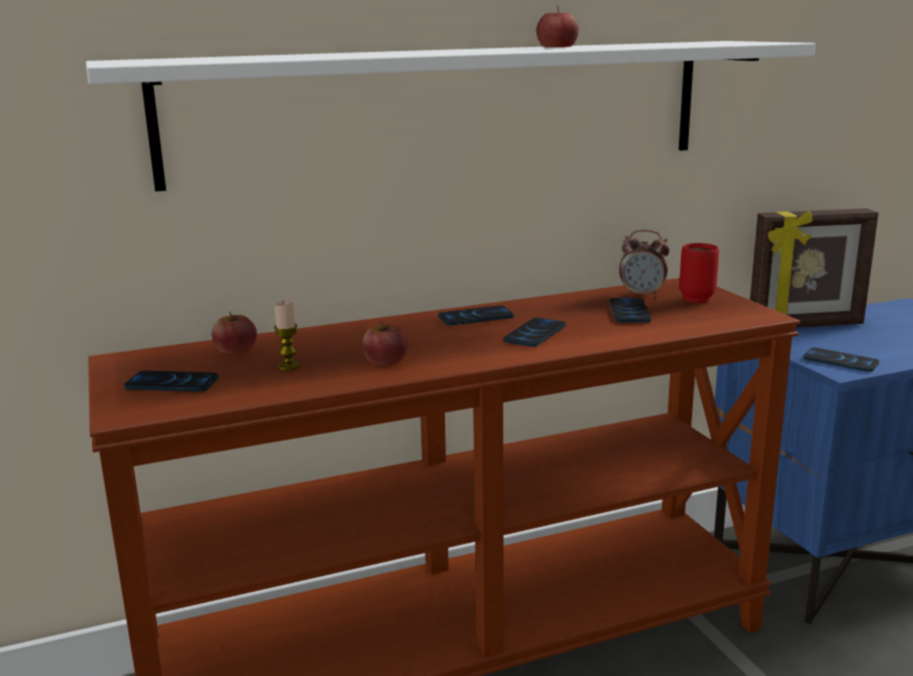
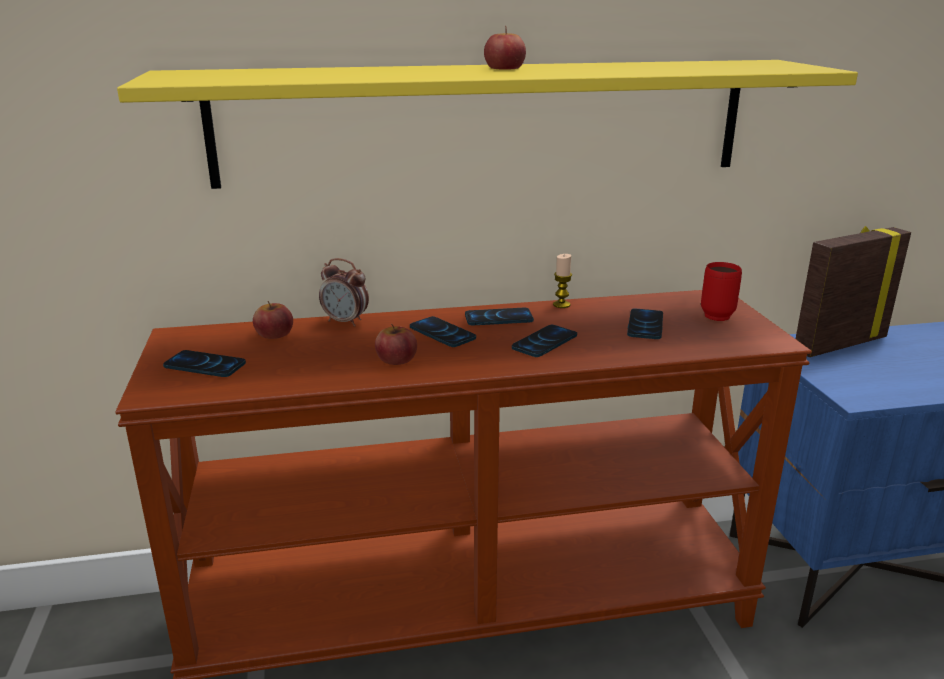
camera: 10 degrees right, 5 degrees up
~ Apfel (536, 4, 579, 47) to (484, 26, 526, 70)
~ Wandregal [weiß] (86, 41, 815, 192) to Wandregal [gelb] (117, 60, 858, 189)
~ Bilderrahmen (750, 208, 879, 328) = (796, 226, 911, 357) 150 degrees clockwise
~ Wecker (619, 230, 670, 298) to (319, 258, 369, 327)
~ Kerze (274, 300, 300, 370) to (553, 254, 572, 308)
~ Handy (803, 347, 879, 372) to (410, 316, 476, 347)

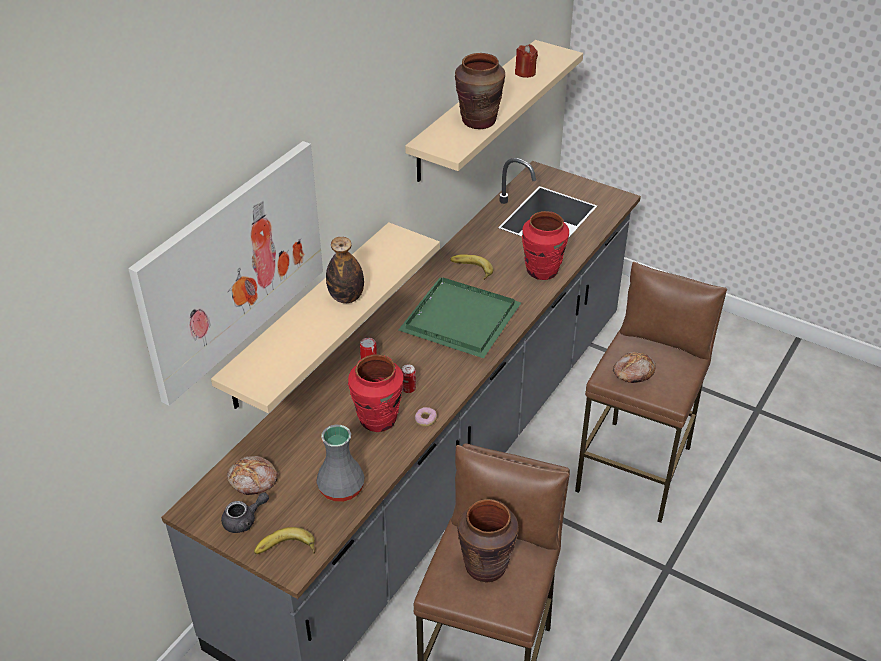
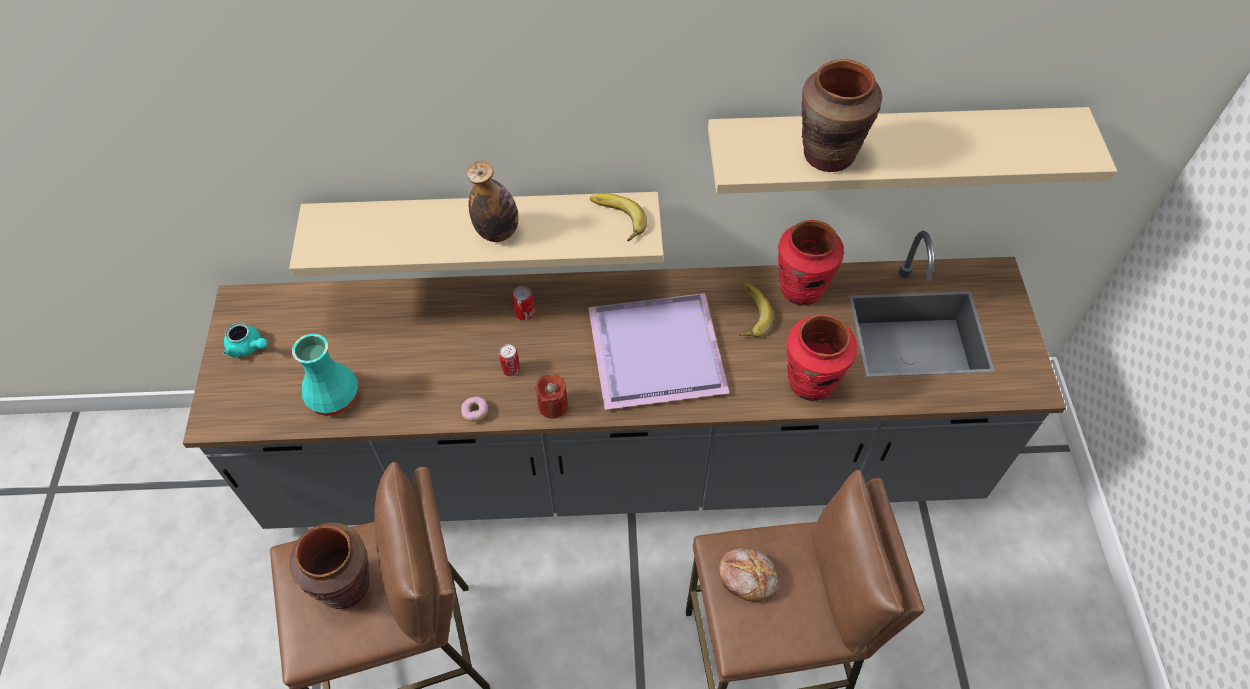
camera: 55 degrees right, 15 degrees up
~ Kerze [rot] (515, 44, 538, 78) to (535, 375, 568, 418)
- Bild (128, 141, 323, 406)
~ Tablett [grün] (399, 277, 522, 358) to Tablett [lila] (588, 293, 729, 410)
~ Vase [rot] (348, 354, 404, 432) to (778, 220, 844, 306)
~ Vase [grau] (316, 425, 365, 502) to Vase [türkis] (292, 333, 358, 416)
- Brot (227, 456, 278, 495)
~ Teekanne [grau] (221, 492, 269, 533) to Teekanne [türkis] (224, 322, 268, 358)
~ Banane (254, 527, 315, 554) to (590, 193, 647, 241)

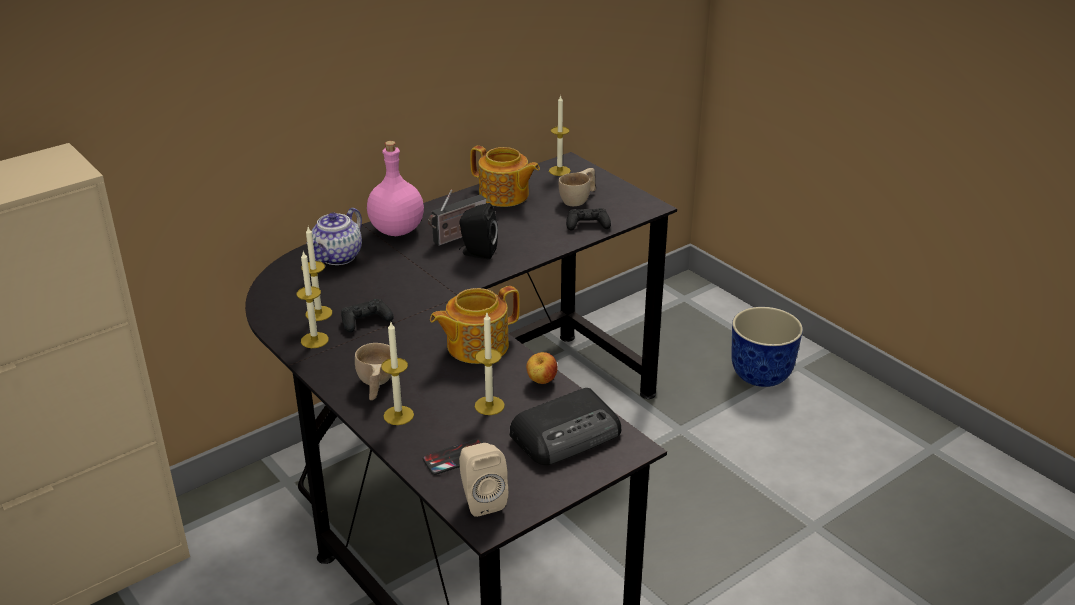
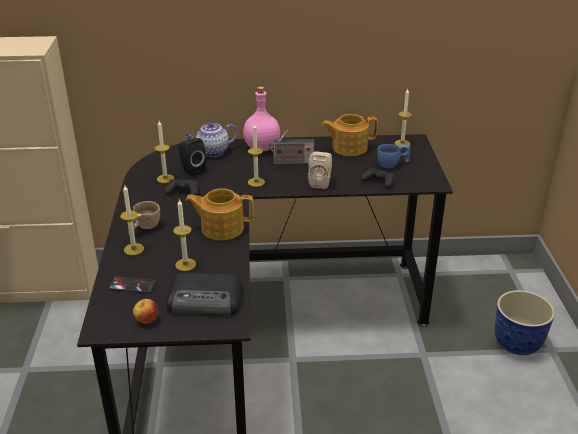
camera: 35 degrees right, 0 degrees up
~ Teekanne (470, 146, 540, 207) = (322, 114, 378, 156) 105 degrees clockwise
~ Tasse [beige] (559, 168, 596, 206) to Tasse [blau] (377, 144, 410, 168)
~ Lautsprecher [schwarz] (459, 203, 498, 260) to (178, 138, 206, 176)
~ Kerze (297, 251, 329, 348) to (248, 124, 265, 187)
~ Apfel (526, 352, 558, 384) to (133, 299, 158, 324)
~ Lautsprecher [beige] (459, 443, 508, 517) to (308, 151, 332, 189)

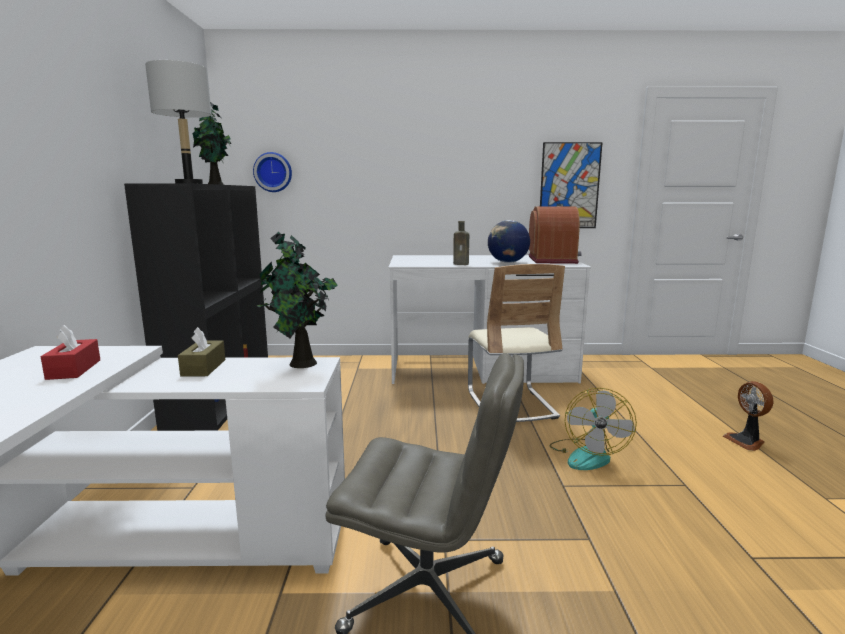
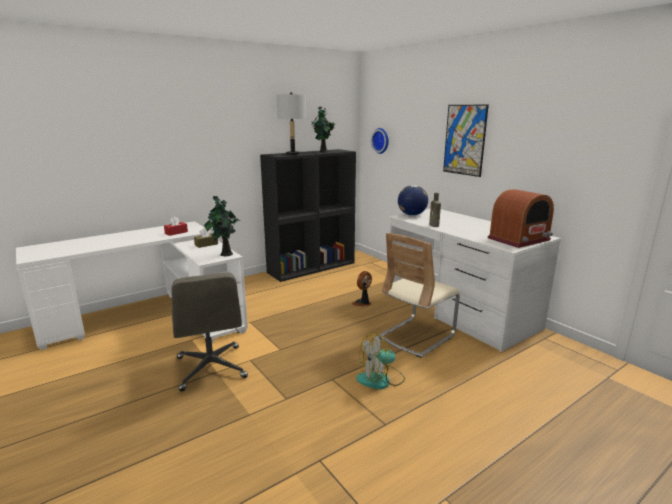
camera: 55 degrees right, 5 degrees up
~ Bild (540, 142, 603, 228) to (443, 105, 489, 177)
~ Globus (488, 220, 530, 263) to (398, 185, 428, 216)
~ Ventilator (723, 381, 774, 451) to (352, 271, 372, 306)

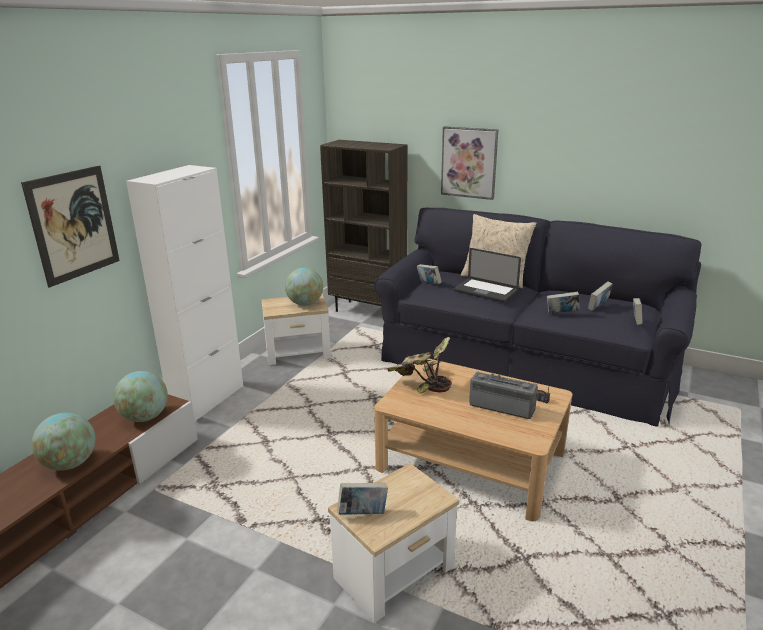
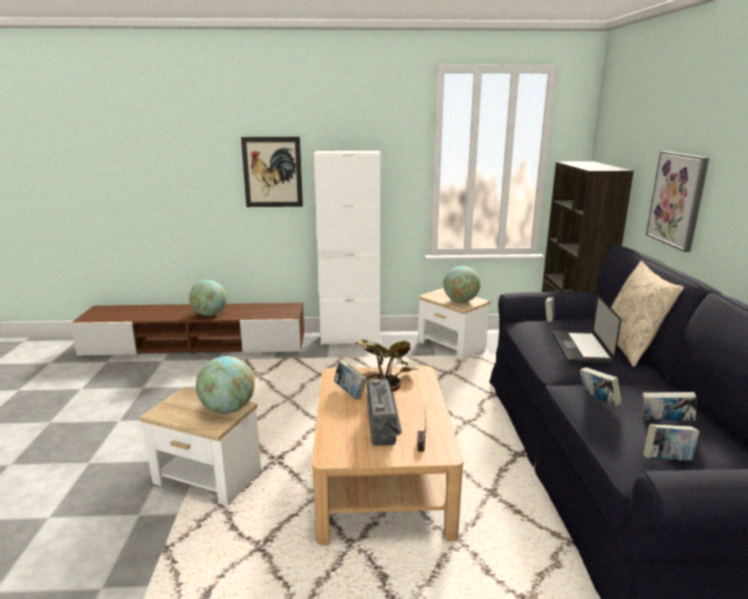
camera: 60 degrees right, 5 degrees down
~ Globus (113, 371, 168, 422) to (196, 356, 255, 414)
~ Buch (337, 483, 388, 515) to (333, 360, 367, 400)

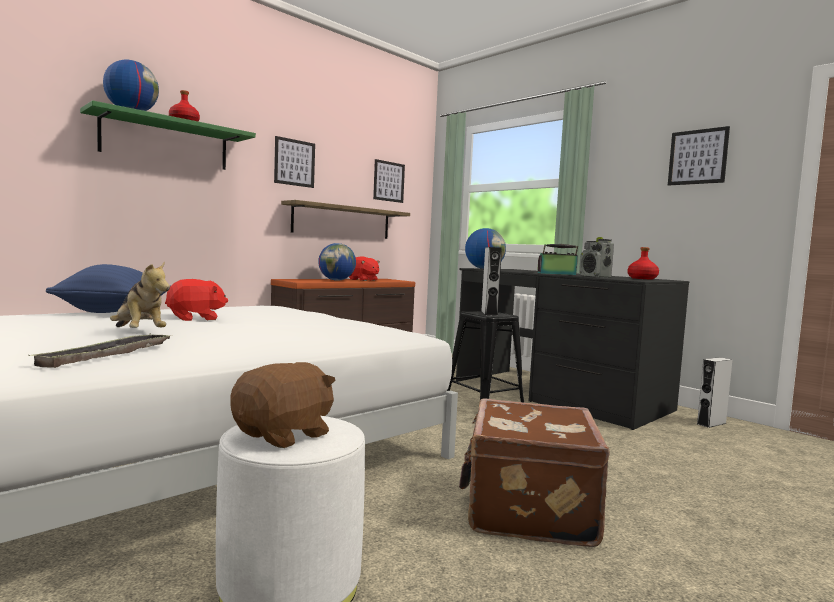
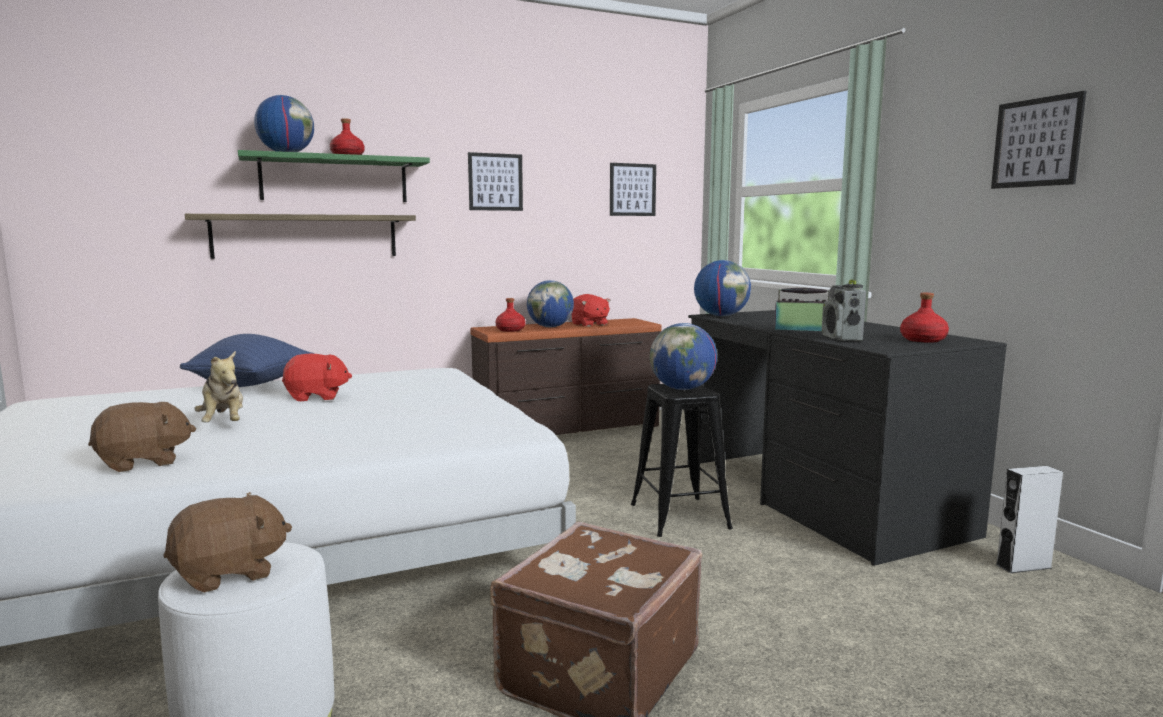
camera: 20 degrees right, 5 degrees up
~ Wandregal (281, 200, 410, 239) to (185, 214, 416, 259)
~ Lautsprecher [grau] (482, 247, 502, 316) to Globus (650, 323, 717, 390)
~ Tablett (28, 333, 172, 368) to Plüschtier [braun] (88, 402, 196, 472)
+ Flasche [rot] (495, 298, 525, 332)

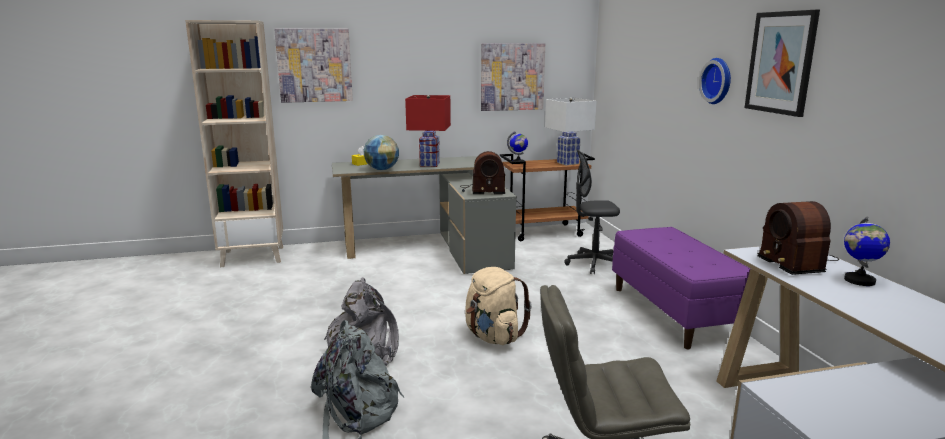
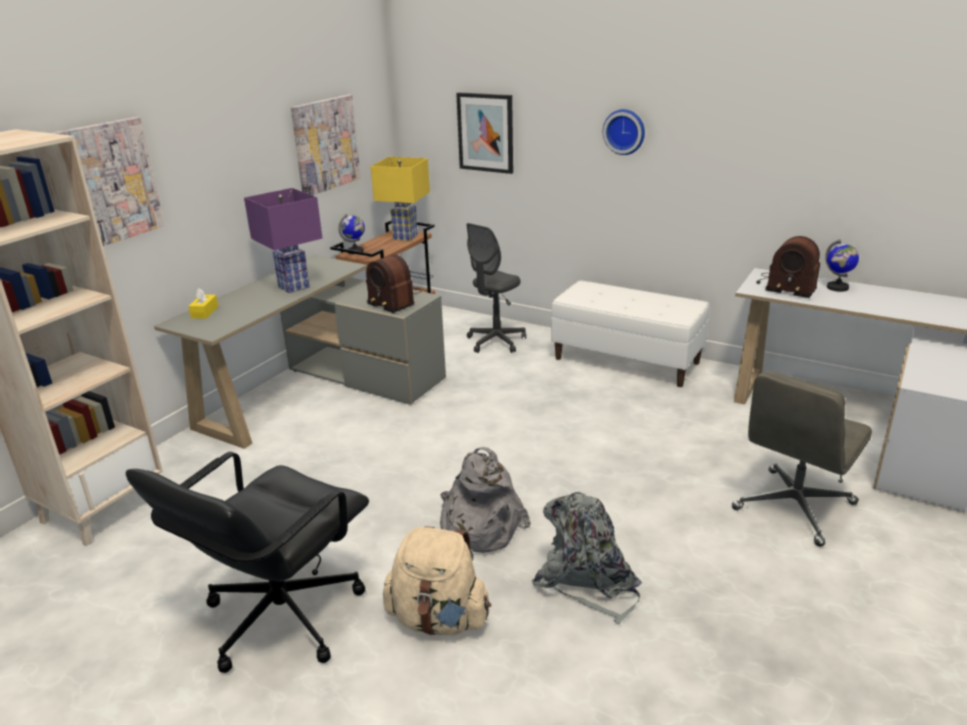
camera: 45 degrees left, 10 degrees up
~ Bild (745, 10, 820, 117) to (456, 92, 513, 174)
~ Tischlampe [rot] (405, 95, 451, 167) to Tischlampe [lila] (244, 188, 322, 293)
~ Tischlampe [weiß] (545, 98, 597, 165) to Tischlampe [gelb] (370, 157, 430, 241)
- Globus (364, 135, 399, 170)
~ Radio (460, 151, 505, 194) = (366, 254, 421, 313) 90 degrees clockwise
~ Bank [lila] (612, 227, 751, 349) to Bank [weiß] (551, 280, 709, 387)
~ Rucksack [beige] (465, 267, 532, 345) to (383, 526, 491, 635)
+ Bürostuhl [schwarz] (125, 452, 369, 673)

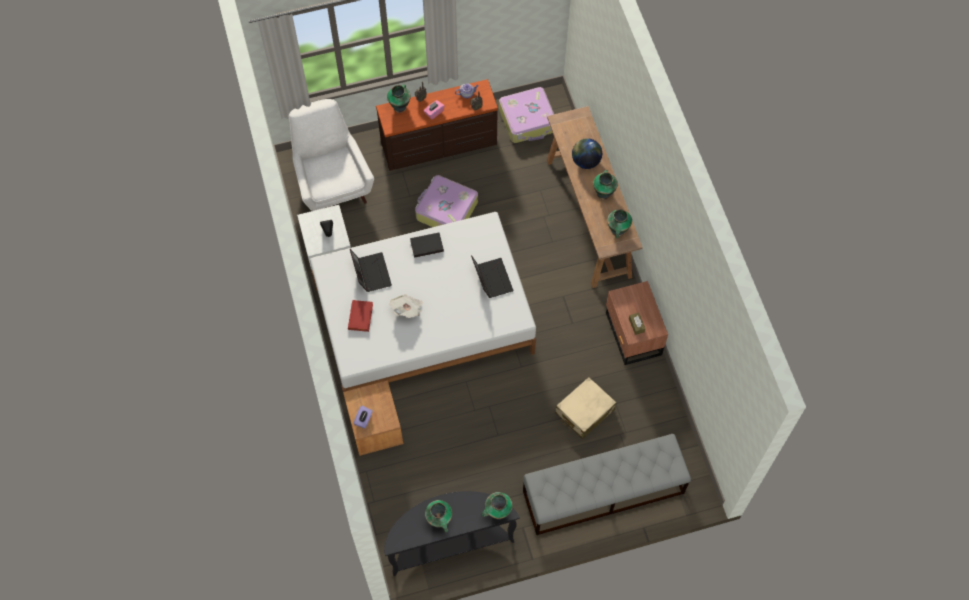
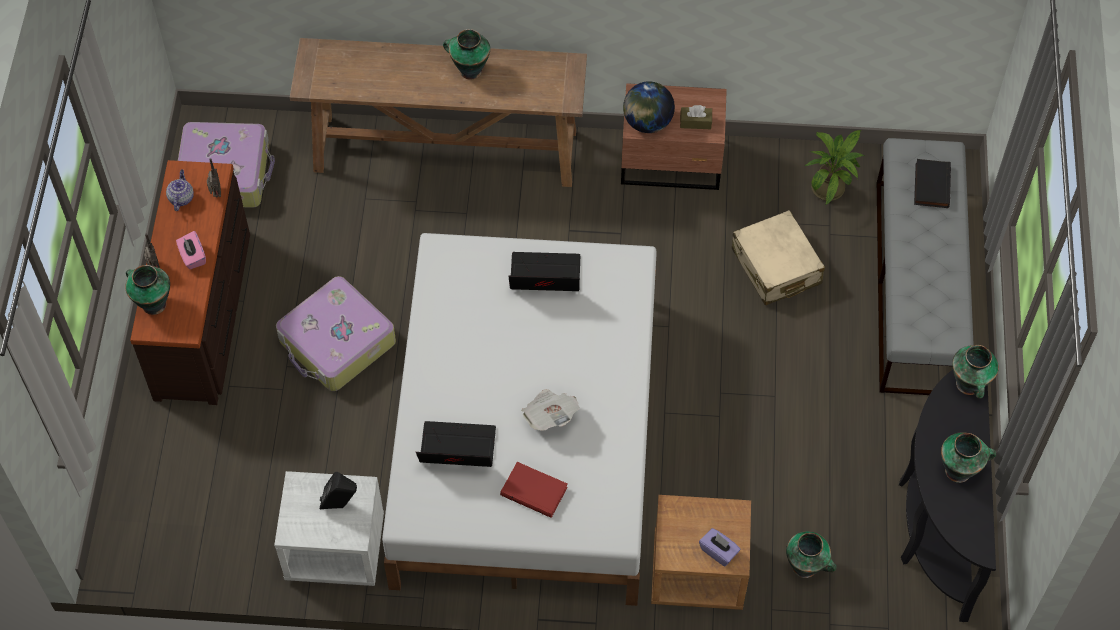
camera: 70 degrees left, 5 degrees down
- Sessel [weiß] (289, 99, 374, 211)
~ Globus (572, 138, 602, 169) to (623, 81, 675, 133)
~ Vase (607, 209, 632, 238) to (786, 531, 837, 578)
~ Buch [schwarz] (410, 233, 444, 258) to (914, 159, 951, 208)
+ Topfpflanze (804, 130, 864, 205)

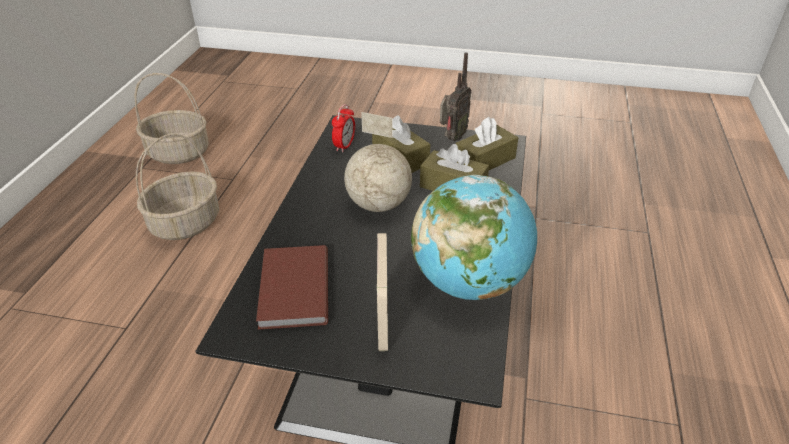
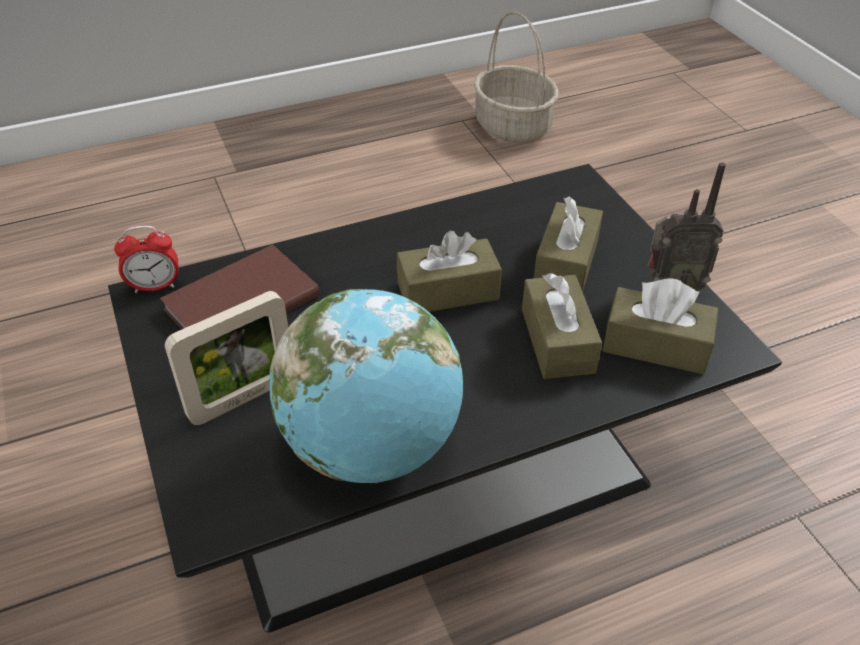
camera: 55 degrees right, 5 degrees up
~ Wecker (332, 104, 355, 153) to (114, 226, 179, 293)
~ Globus (344, 112, 412, 212) to Taschentuchbox [braun] (397, 230, 502, 312)
- Korb (136, 134, 219, 240)

